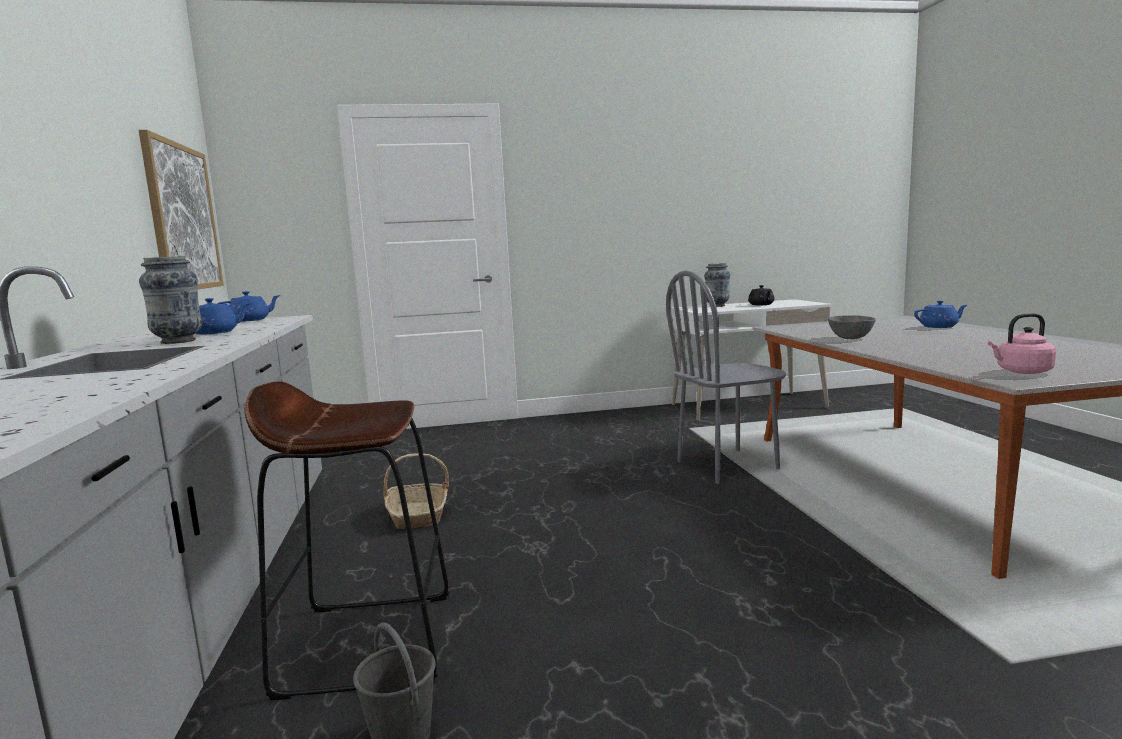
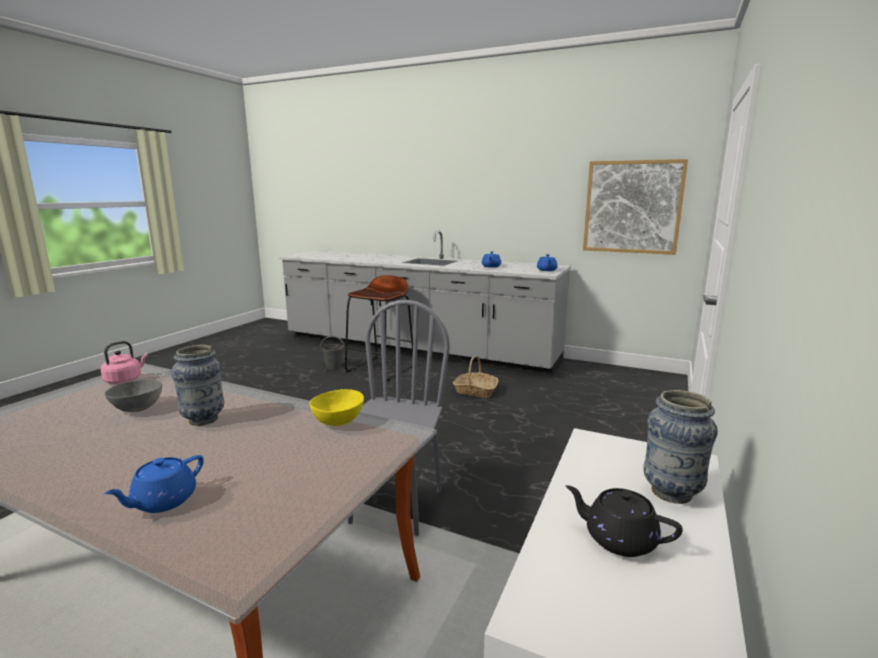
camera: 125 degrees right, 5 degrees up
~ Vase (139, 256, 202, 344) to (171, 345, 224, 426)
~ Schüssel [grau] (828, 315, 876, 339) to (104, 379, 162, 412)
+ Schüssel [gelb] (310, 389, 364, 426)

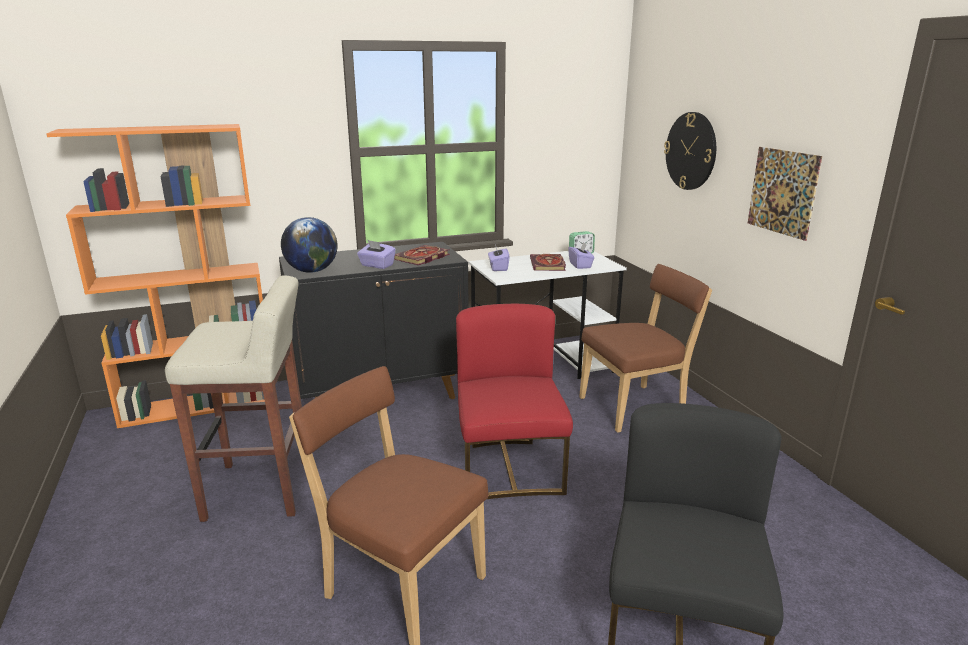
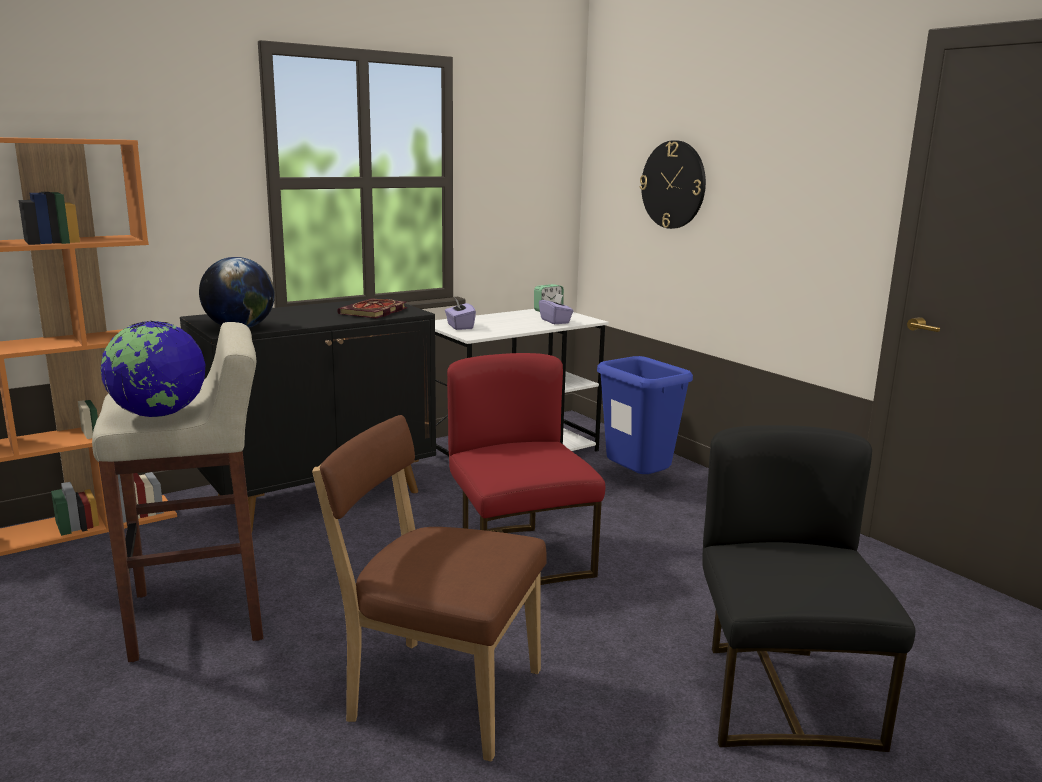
camera: 15 degrees left, 5 degrees down
- Bild (748, 147, 822, 241)
- Taschentuchbox [lila] (357, 240, 396, 269)
- Buch (530, 254, 566, 271)
~ Stuhl [braun] (579, 264, 712, 433) to Mülleimer [blau] (597, 356, 693, 474)
+ Globus (101, 321, 205, 417)

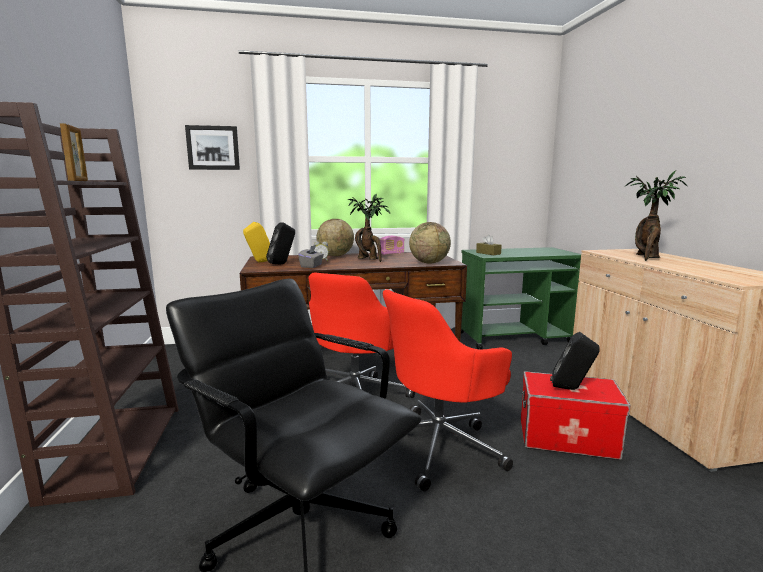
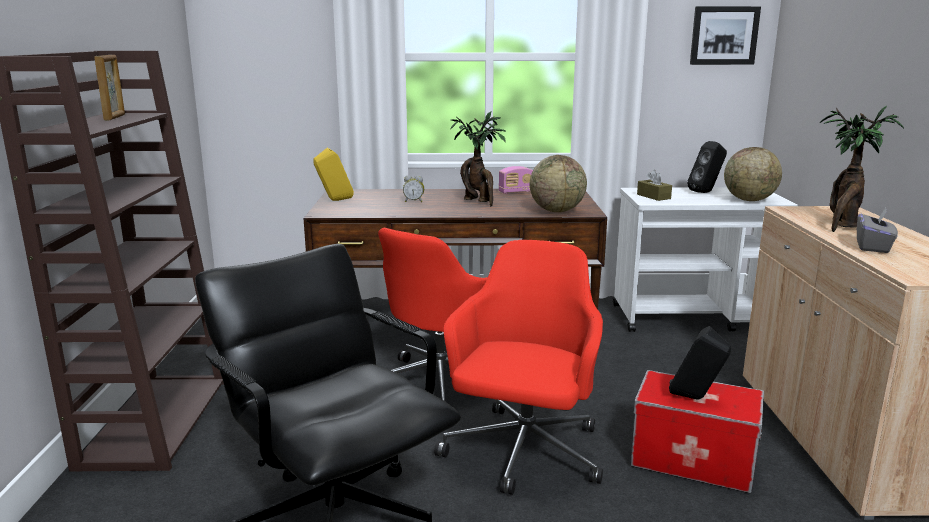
camera: 10 degrees right, 5 degrees up
~ Bild (185, 125, 240, 170) to (690, 6, 761, 65)
~ Globus (317, 219, 354, 256) to (724, 147, 782, 201)
~ Lautsprecher [schwarz] (266, 222, 295, 264) to (687, 141, 727, 193)
~ Taschentuchbox [grau] (298, 245, 324, 268) to (857, 208, 898, 253)
~ Rollwagen [grün] (461, 247, 581, 349) to Rollwagen [weiß] (613, 187, 798, 332)
~ Bürostuhl [rot] (383, 289, 513, 492) = (434, 240, 603, 495) 135 degrees clockwise

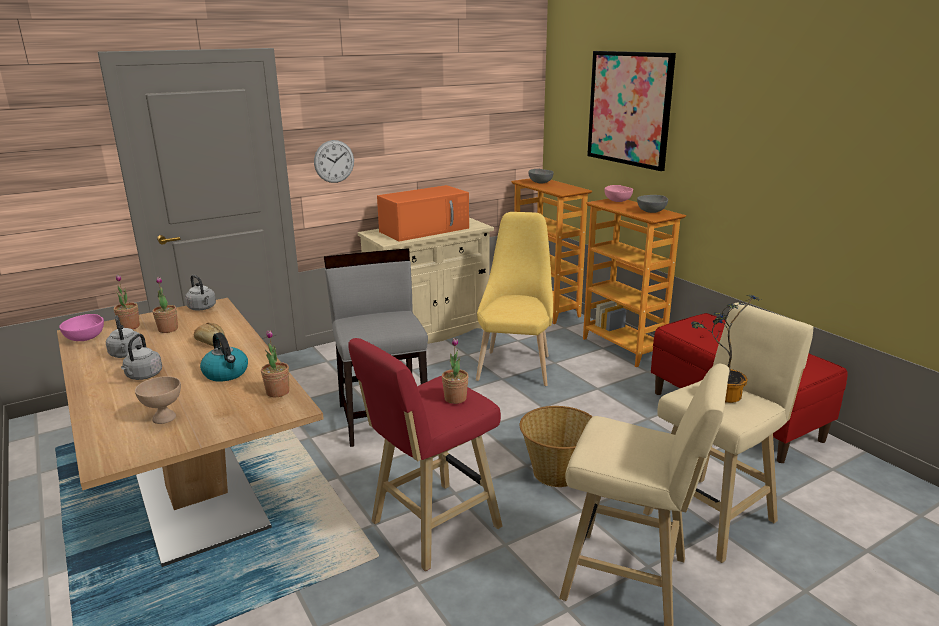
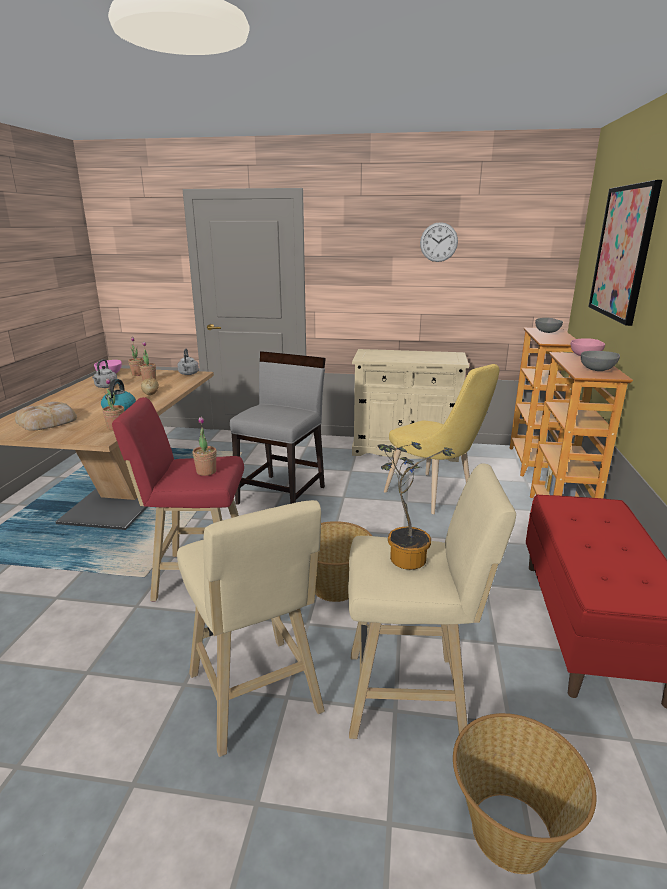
camera: 40 degrees right, 0 degrees up
~ Wanduhr (314, 140, 354, 183) to (420, 222, 458, 262)
- Mikrowelle [orange] (377, 185, 469, 241)
~ Stuhl [gelb] (476, 212, 553, 386) = (384, 364, 499, 514) 90 degrees clockwise
- Wasserkessel [grau] (121, 334, 162, 380)
~ Schüssel [beige] (135, 376, 181, 424) to Brot (15, 402, 77, 431)
+ Korb (453, 713, 597, 874)

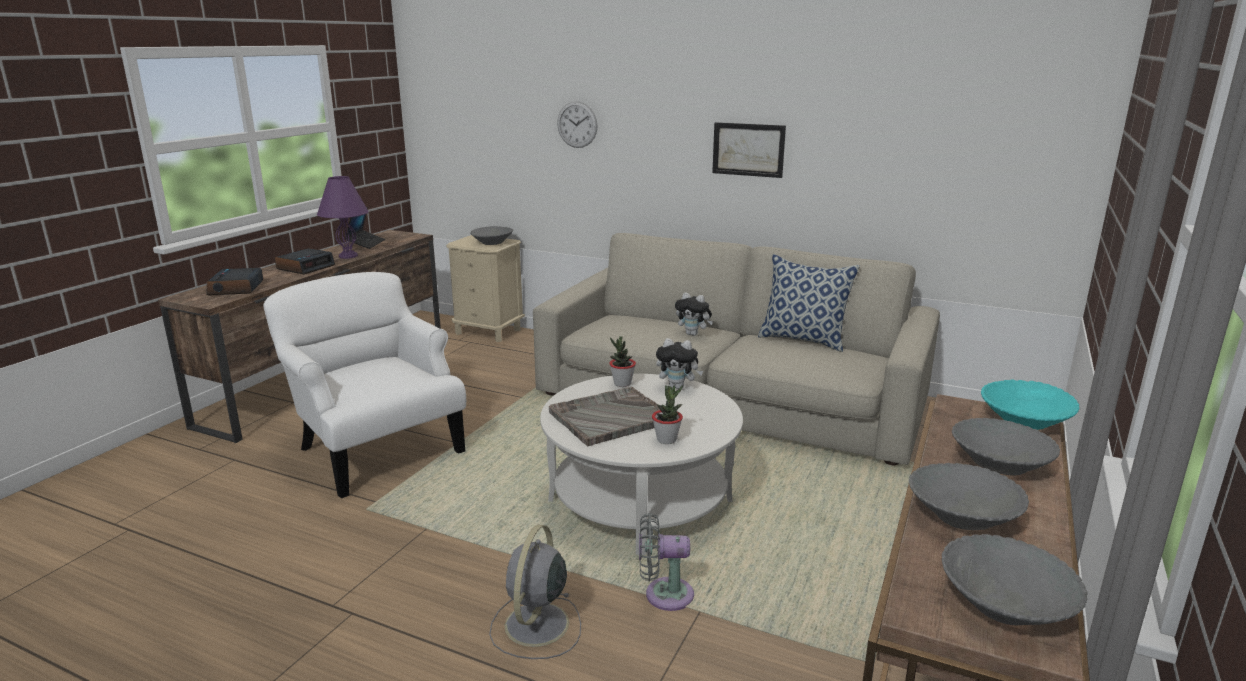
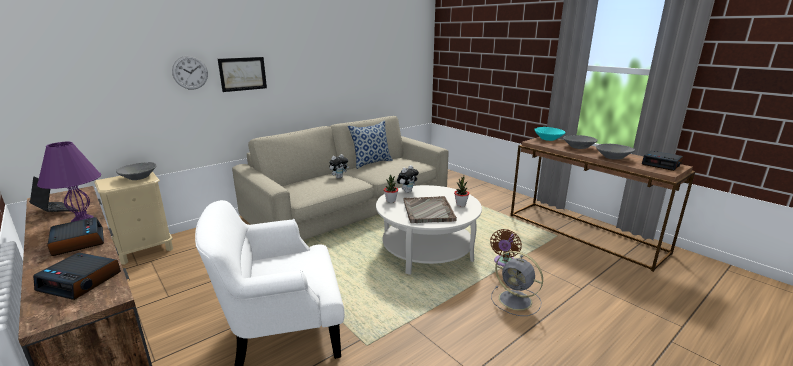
camera: 65 degrees left, 0 degrees up
~ Bild (712, 122, 786, 178) to (218, 57, 267, 92)
~ Ventilator [grau] (639, 513, 694, 611) to Ventilator [braun] (490, 229, 522, 267)
~ Schüssel [grau] (941, 534, 1087, 625) to Wecker (642, 150, 683, 171)

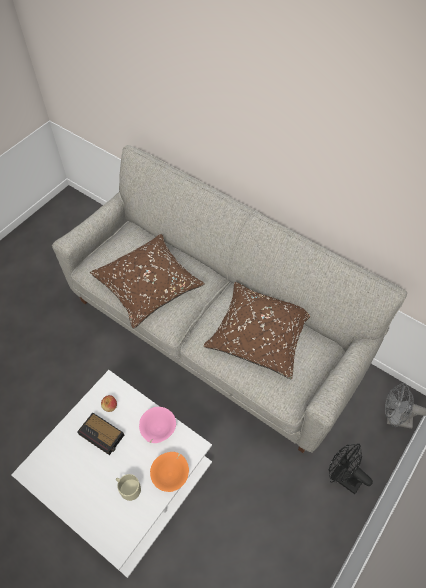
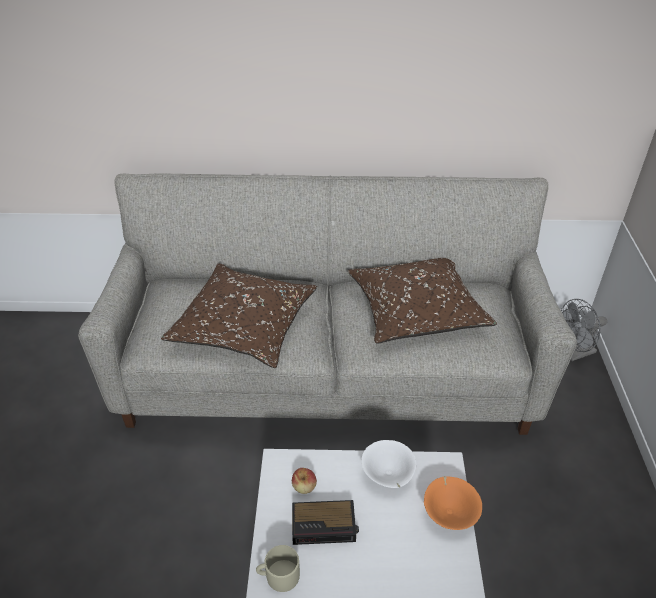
camera: 35 degrees left, 15 degrees down
~ Schüssel [rosa] (139, 407, 176, 443) to Schüssel [weiß] (361, 440, 416, 488)
- Ventilator [schwarz] (329, 444, 373, 494)
~ Henkelbecher [beige] (116, 474, 141, 501) to (256, 545, 300, 592)

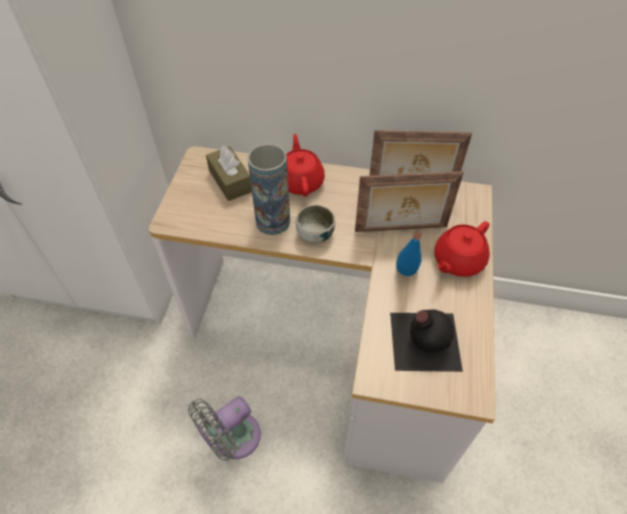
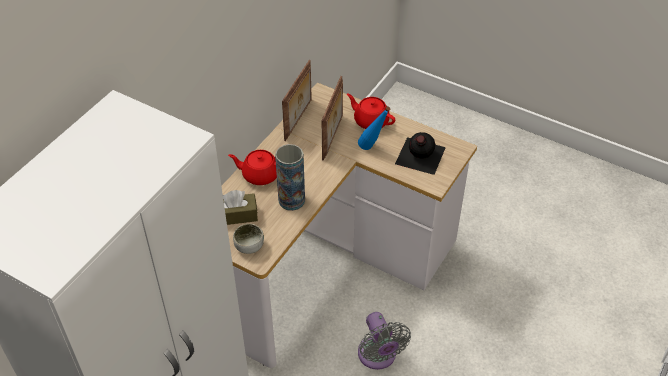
camera: 70 degrees left, 5 degrees down
~ Schüssel (296, 205, 335, 243) to (233, 224, 264, 254)
~ Teekanne [rot] (434, 221, 490, 277) = (347, 93, 395, 129) 150 degrees clockwise

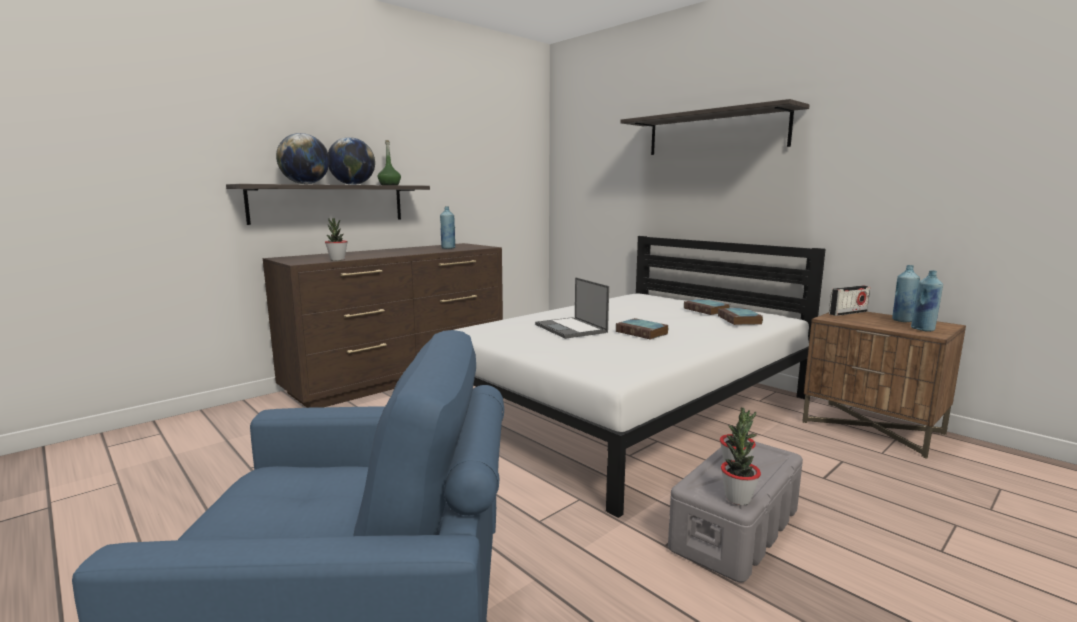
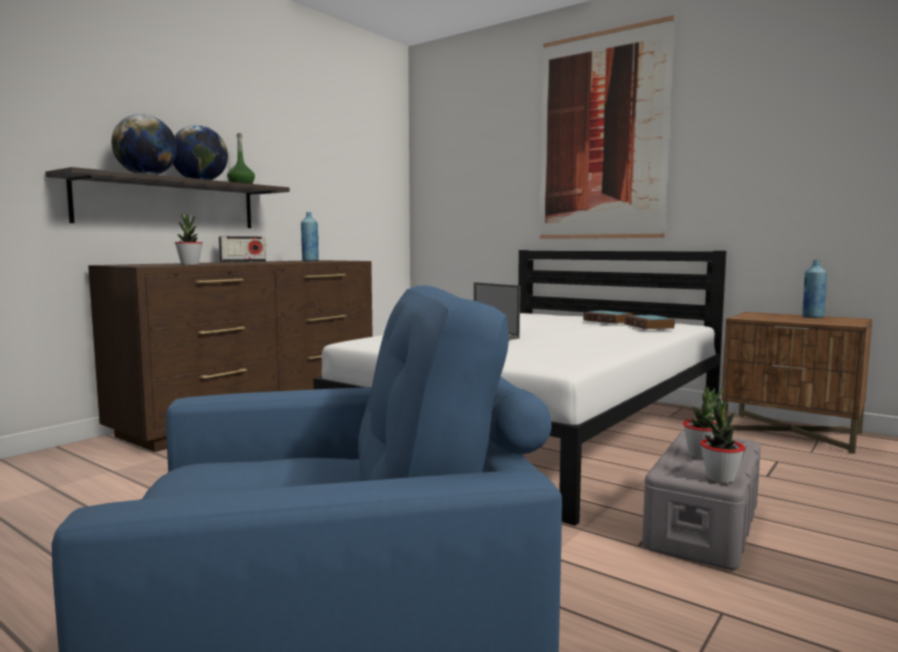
camera: 10 degrees left, 5 degrees down
~ Wandregal (620, 99, 810, 155) to Bild (540, 15, 675, 239)
- Flasche [blau] (911, 270, 943, 332)
~ Radio (829, 285, 870, 316) to (219, 236, 266, 262)
- Buch (616, 318, 668, 340)

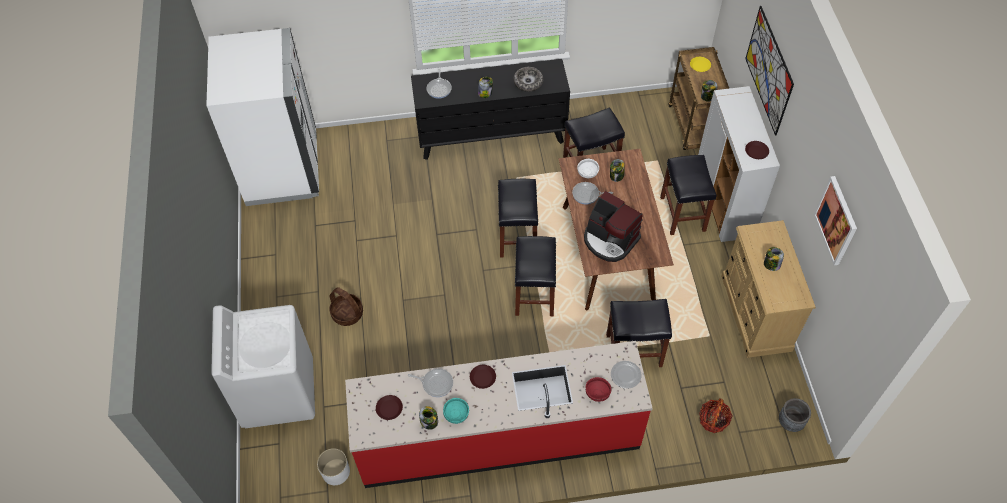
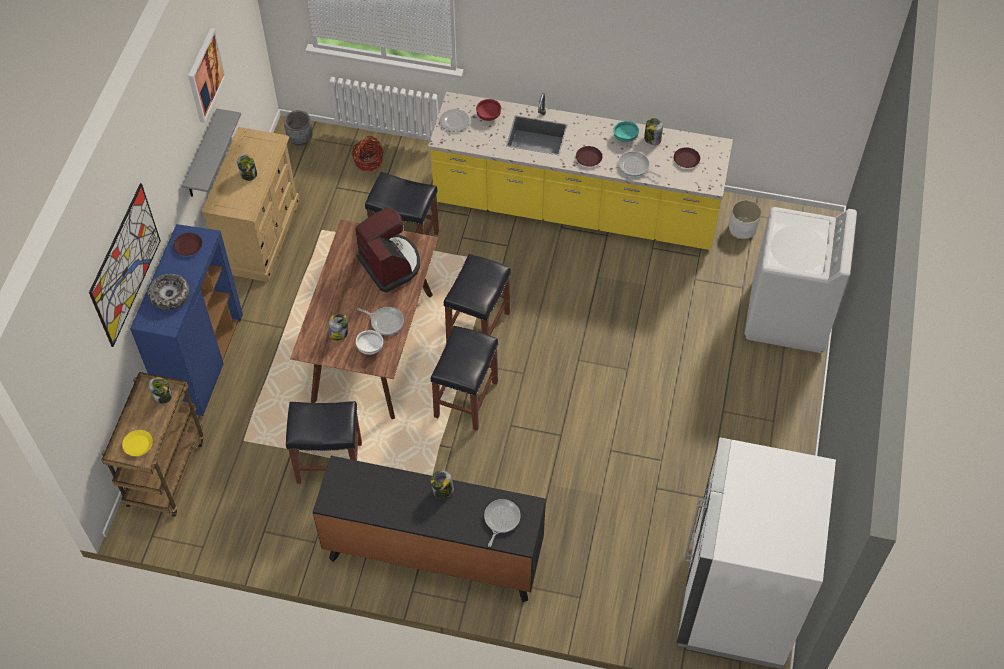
camera: 160 degrees left, 0 degrees up
~ Schüssel (513, 67, 543, 92) to (148, 274, 190, 310)
~ Schrank [weiß] (698, 86, 780, 242) to Schrank [blau] (130, 224, 243, 416)
- Hocker [schwarz] (660, 155, 716, 235)
- Korb (330, 287, 363, 326)
~ Küchenzeile [rot] (345, 341, 653, 488) to Küchenzeile [gelb] (428, 92, 733, 250)
+ Wandregal [grau] (182, 108, 241, 197)

